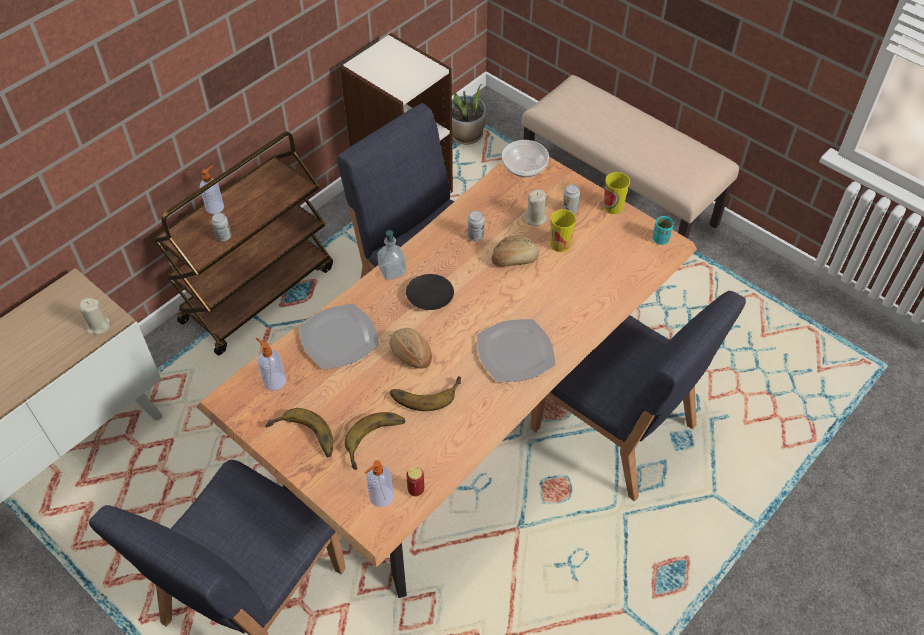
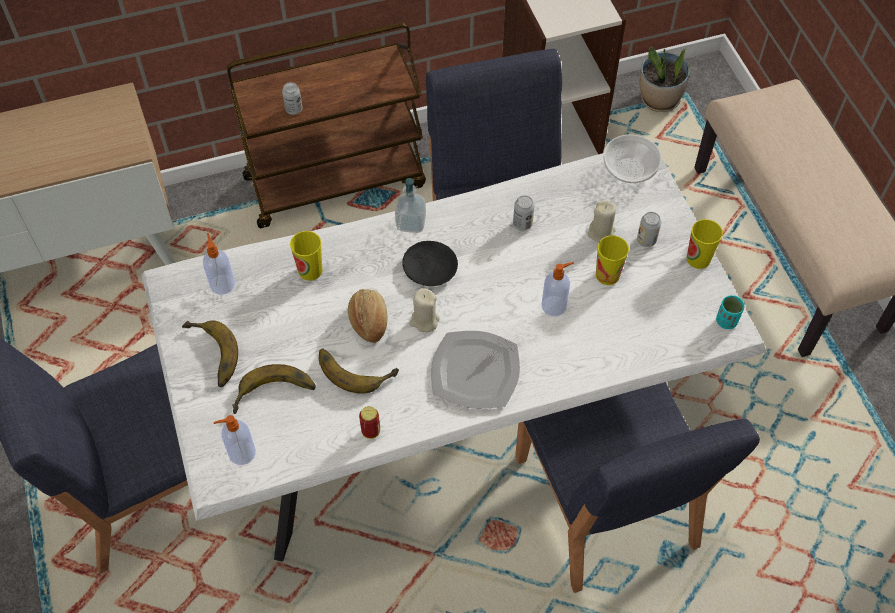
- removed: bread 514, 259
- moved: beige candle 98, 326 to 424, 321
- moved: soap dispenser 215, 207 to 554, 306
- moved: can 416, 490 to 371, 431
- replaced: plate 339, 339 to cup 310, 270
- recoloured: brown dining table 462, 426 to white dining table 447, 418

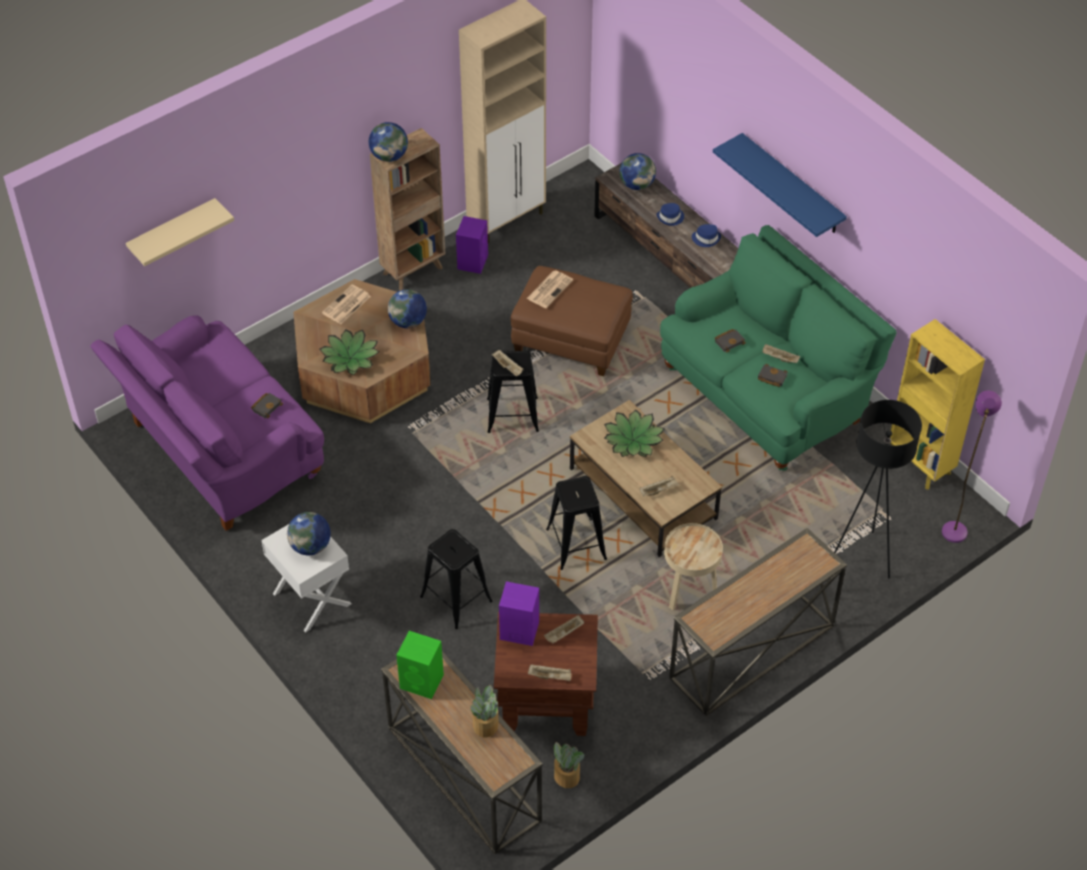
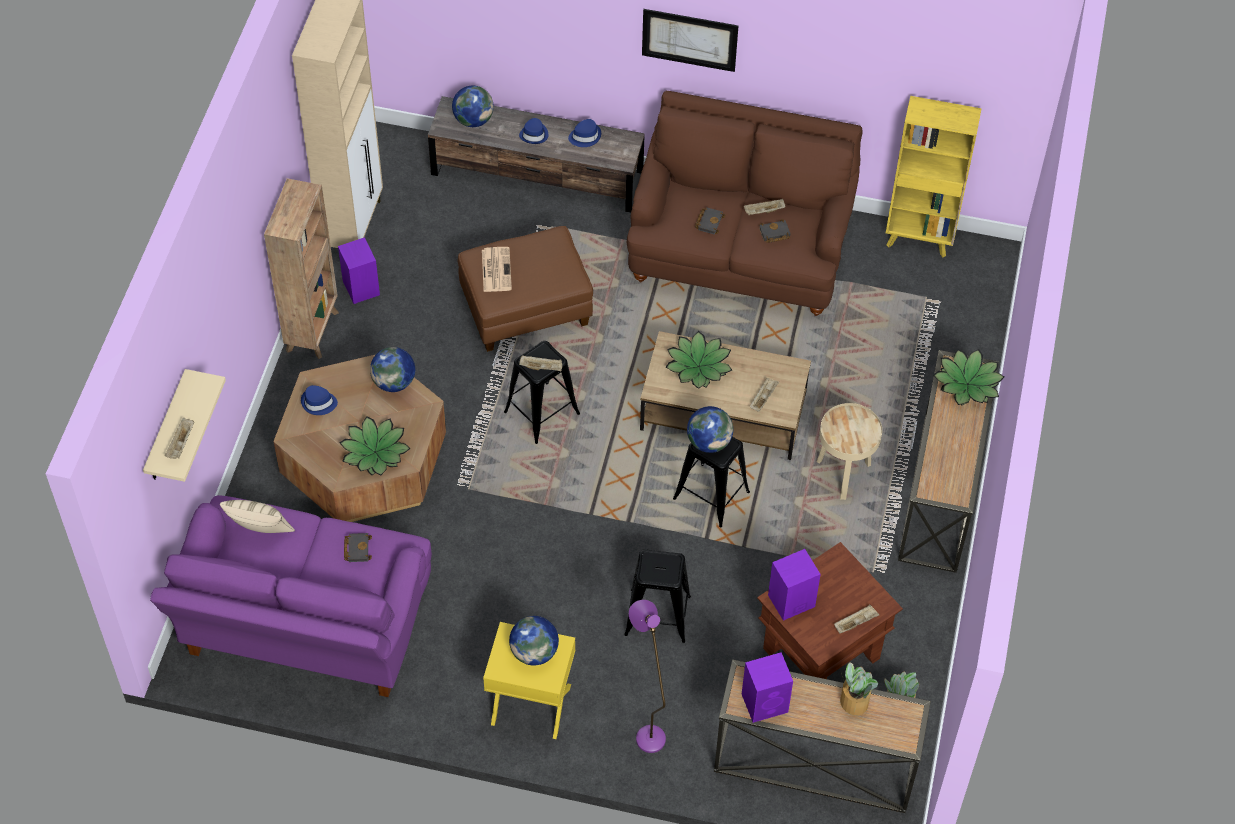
- removed: black floor lamp 862, 557
- added: beige pillow 260, 534
- added: potted plant 967, 384
- moved: globe 389, 156 to 709, 442
- moved: beige tray 564, 634 to 181, 444
- moved: purple floor lamp 955, 525 to 646, 730
- replaced: newspaper 346, 305 to blue hat 319, 403
- replaced: blue shelf 792, 185 to picture 689, 39
- recoloured: white nightstand 311, 599 to yellow nightstand 530, 705
- recoloured: green speaker 422, 682 to purple speaker 766, 703
- recoloured: green sofa 767, 393 to brown sofa 740, 252

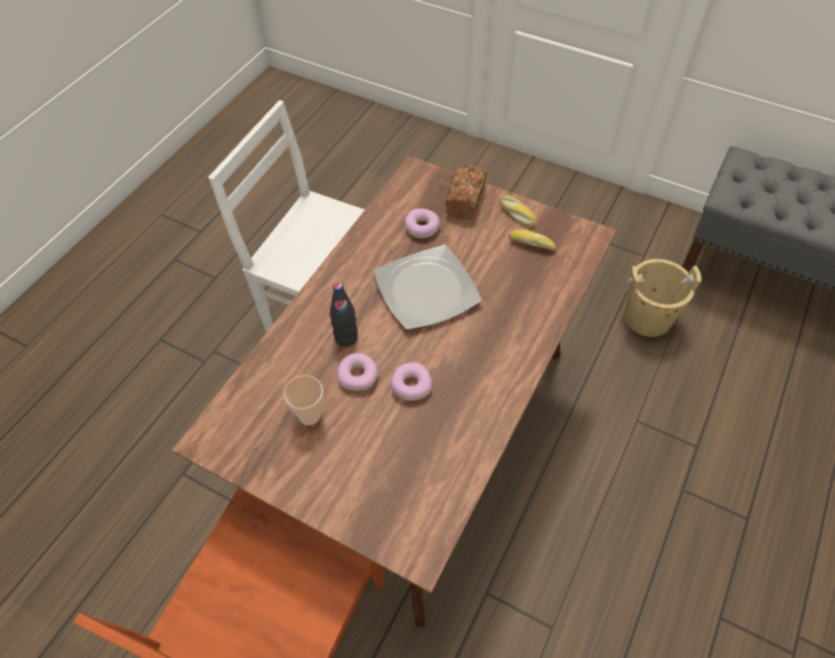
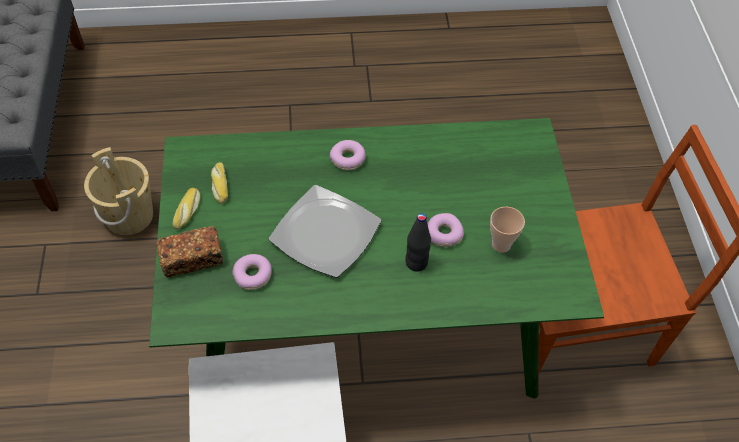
- moved: donut 410, 385 to 348, 159
- recoloured: brown dining table 417, 434 to green dining table 365, 329

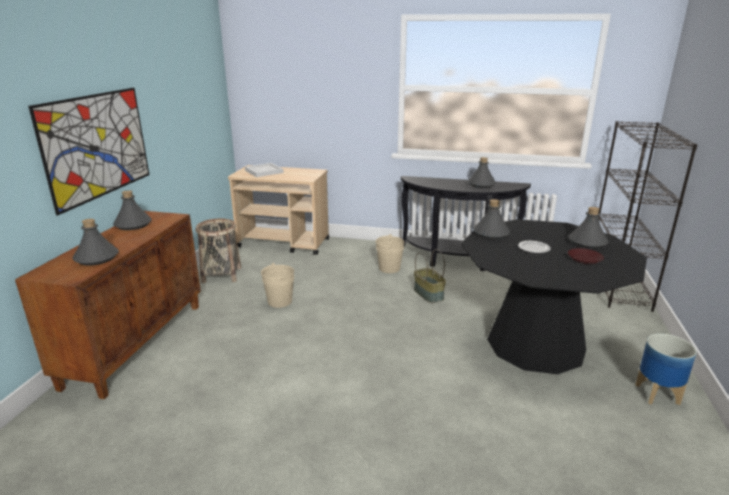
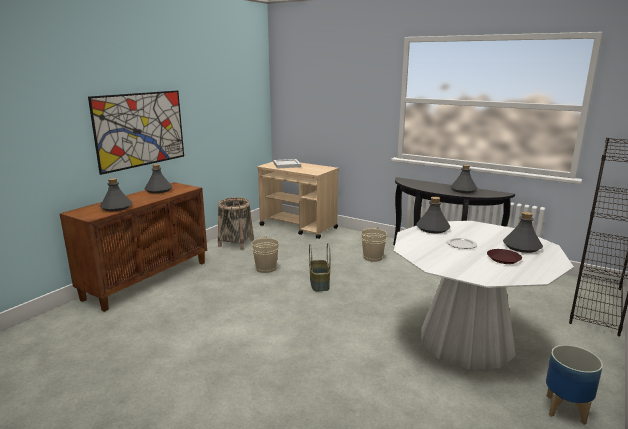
- moved: basket 429, 294 to 320, 284
- recoloured: black dining table 535, 344 to white dining table 466, 340

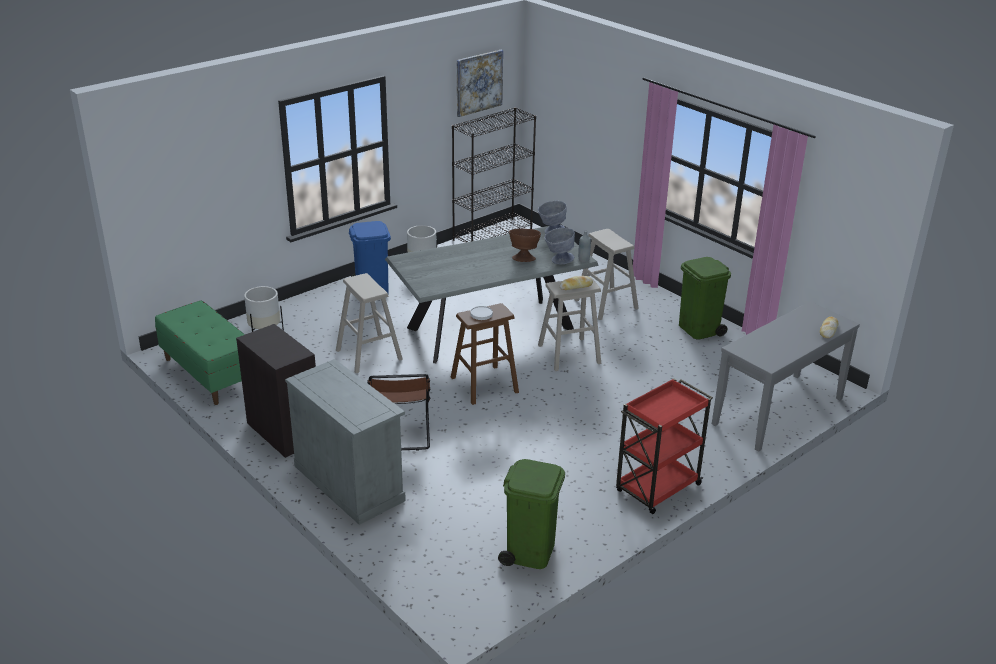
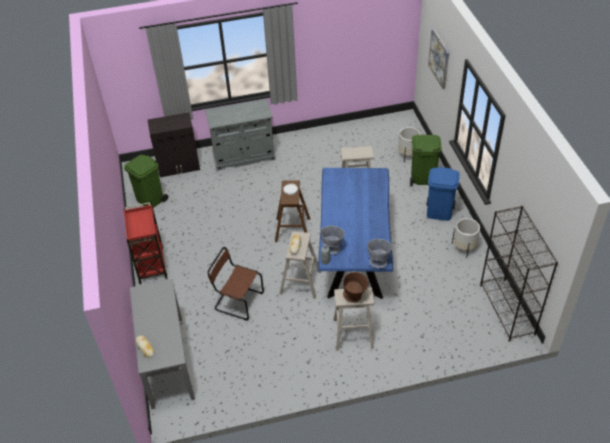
- removed: green bench 210, 373
- moved: black cabinet 283, 431 to 179, 167
- moved: brown chair 401, 435 to 237, 301
- moved: picture 479, 82 to 439, 58
- moved: brown bowl 524, 258 to 355, 297
- moved: green trash can 699, 329 to 422, 178
- recoloured: grey dining table 490, 329 to blue dining table 354, 255

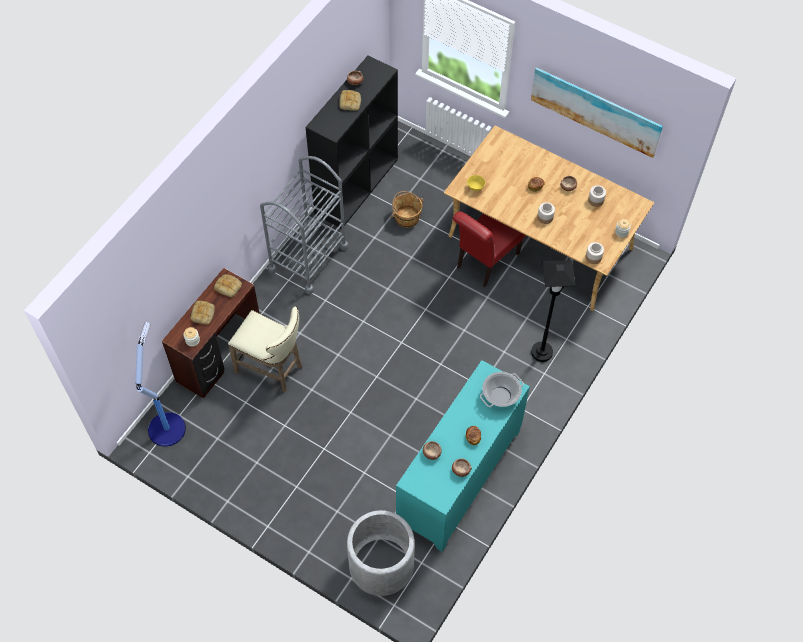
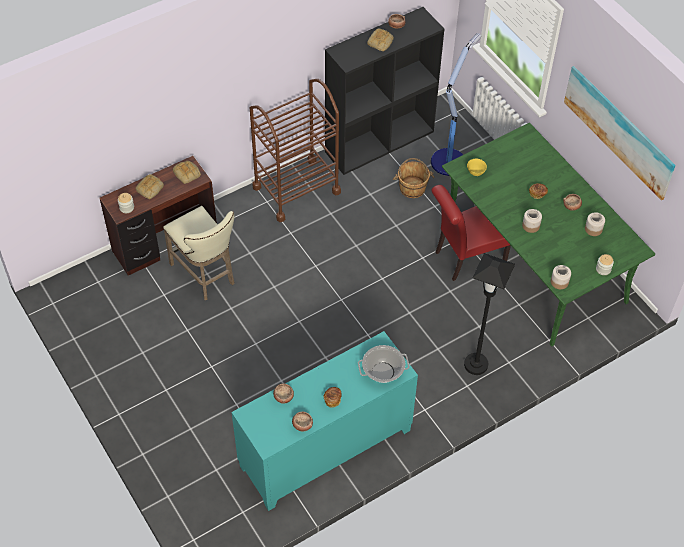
- removed: grey planter 381, 565
- moved: floor lamp 167, 427 to 449, 161
- recoloured: grey cart 308, 258 to brown cart 296, 189
- recoloured: beige dining table 541, 242 to green dining table 534, 260

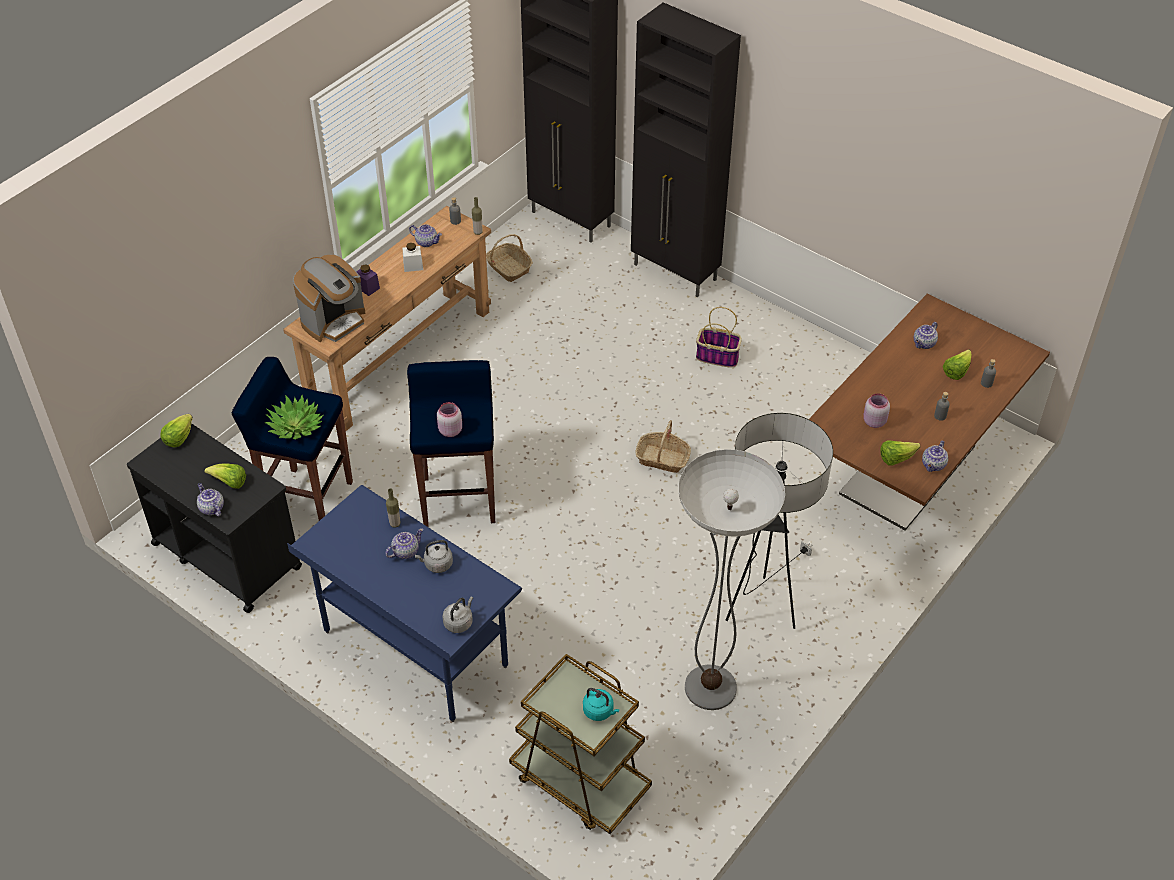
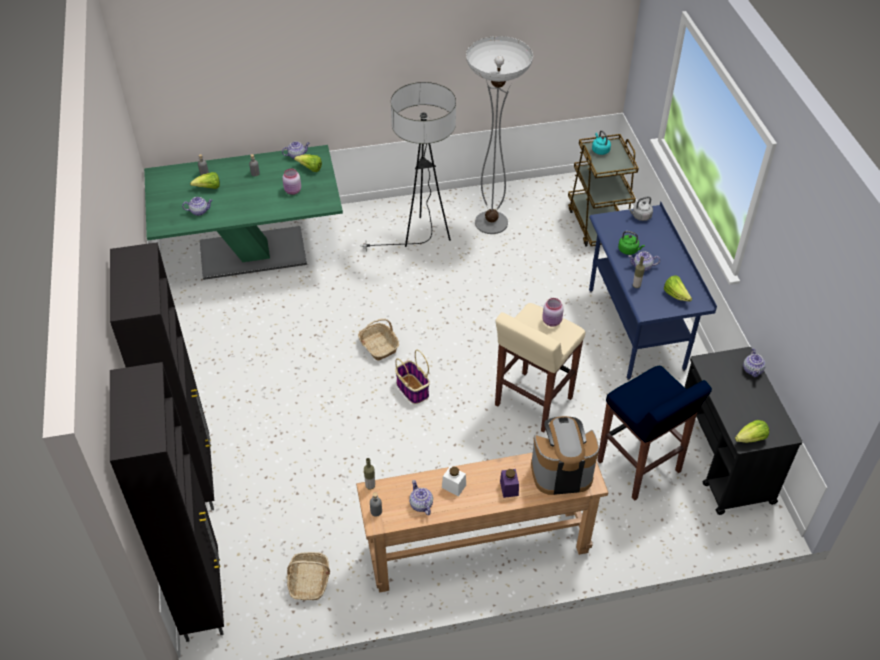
- removed: potted plant 295, 426
- moved: lettuce 229, 483 to 676, 295
- moved: basket 718, 357 to 412, 389
- recoloured: blue stool 459, 498 to beige stool 532, 402
- recoloured: grey kettle 437, 564 to green kettle 629, 250
- recoloured: brown dining table 907, 470 to green dining table 253, 253

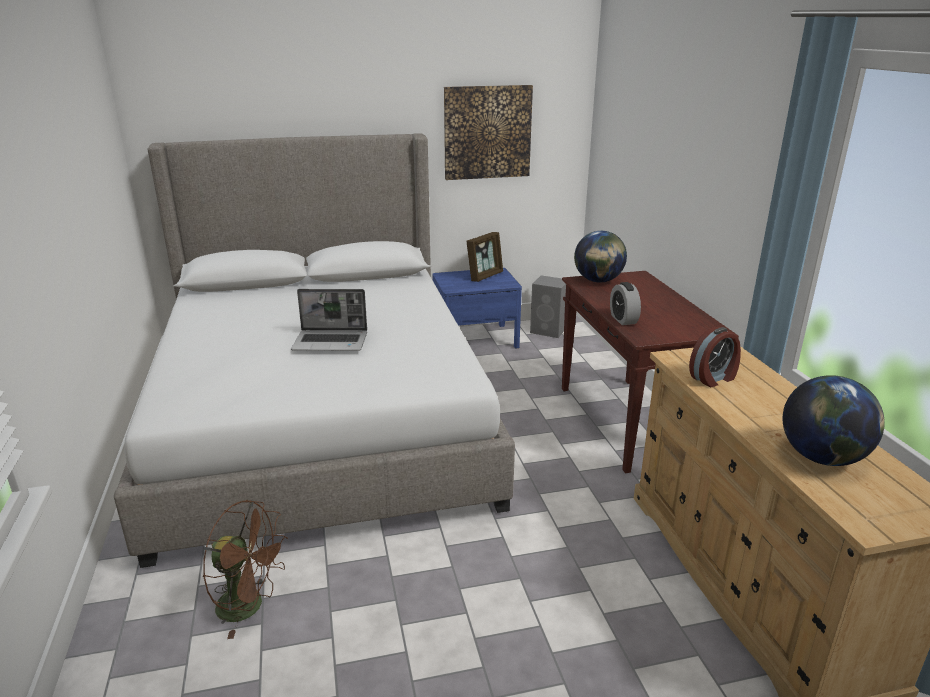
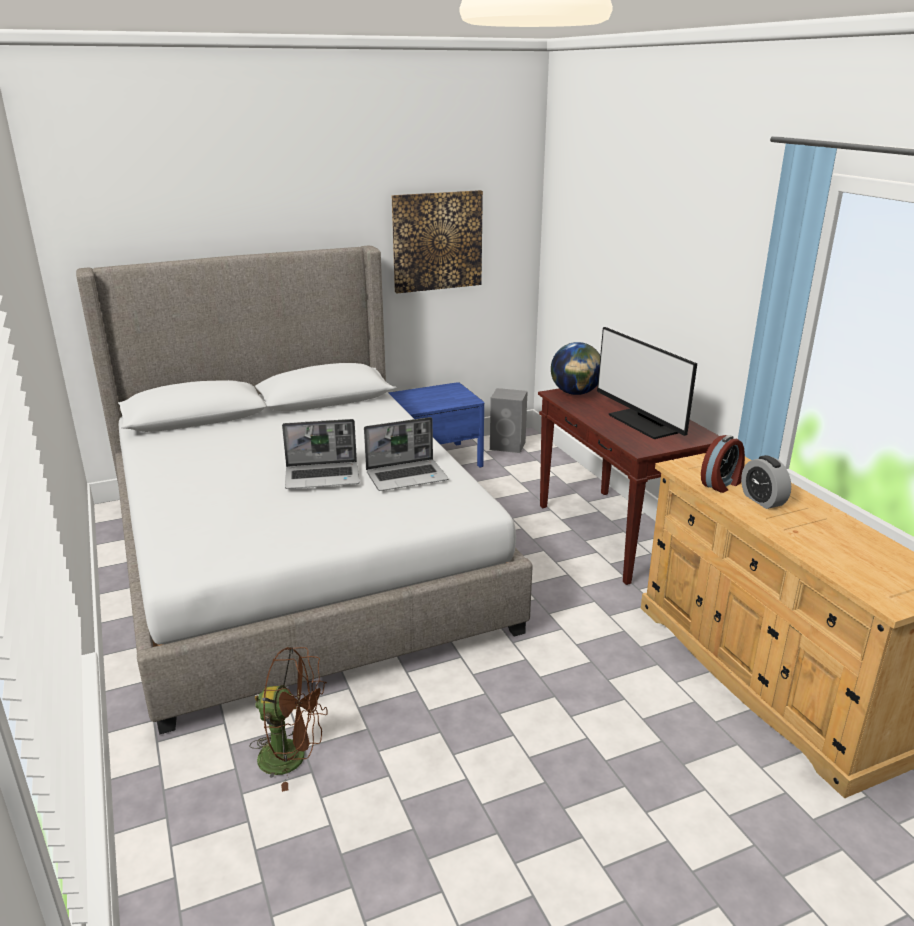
- removed: picture frame 485, 276
- removed: globe 822, 457
- added: laptop 407, 476
- added: monitor 645, 423
- moved: alarm clock 623, 319 to 762, 500

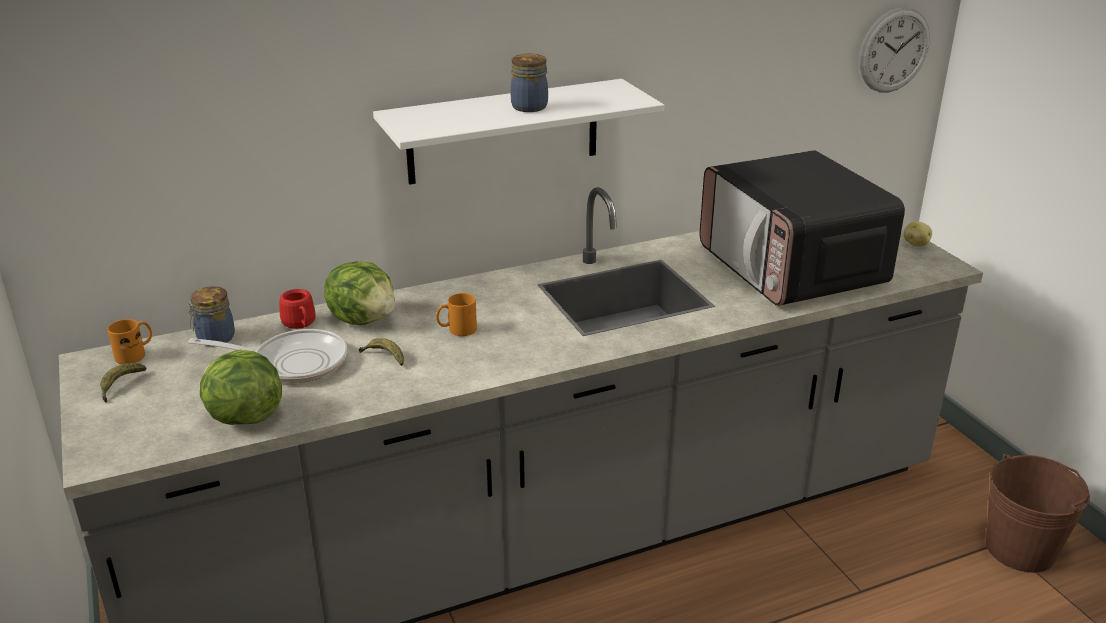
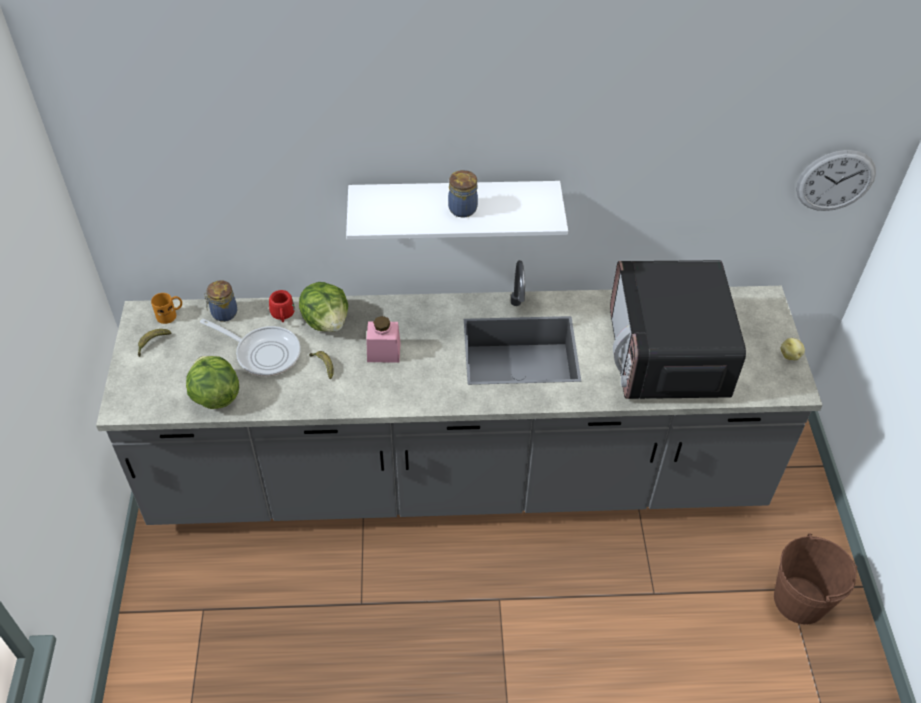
- replaced: orange mug 457, 330 to pink jar 383, 352

